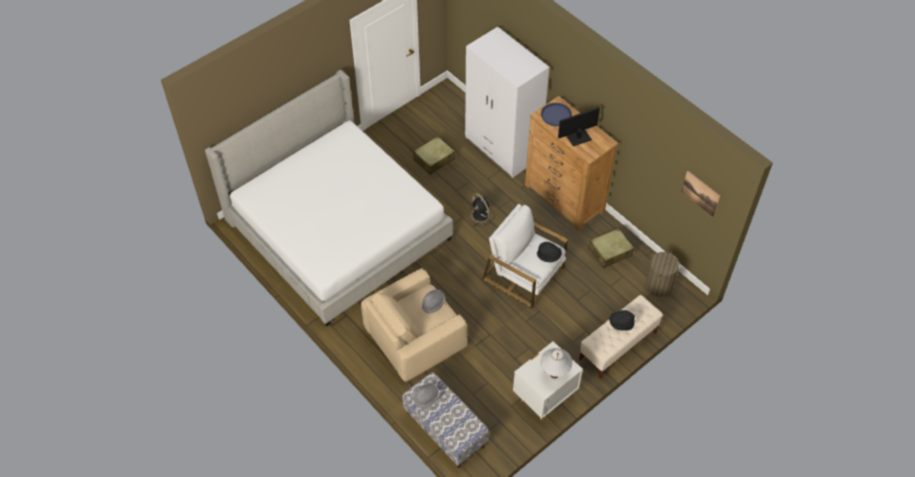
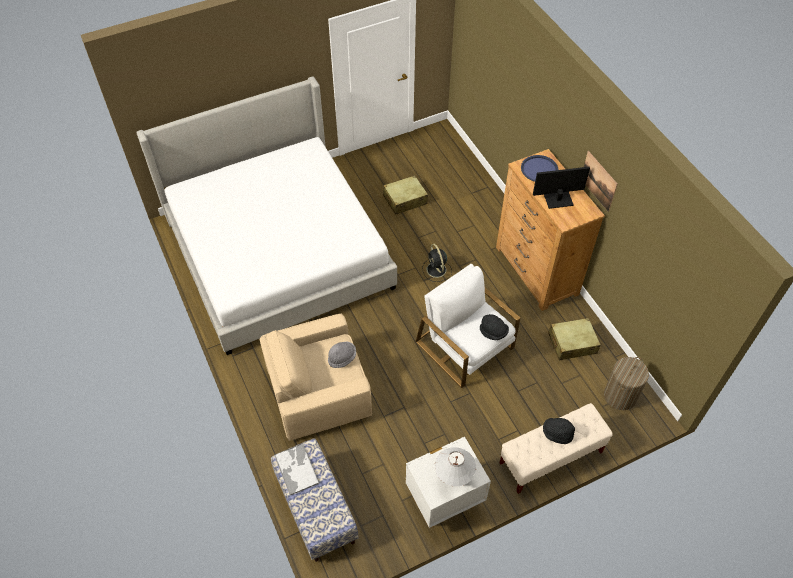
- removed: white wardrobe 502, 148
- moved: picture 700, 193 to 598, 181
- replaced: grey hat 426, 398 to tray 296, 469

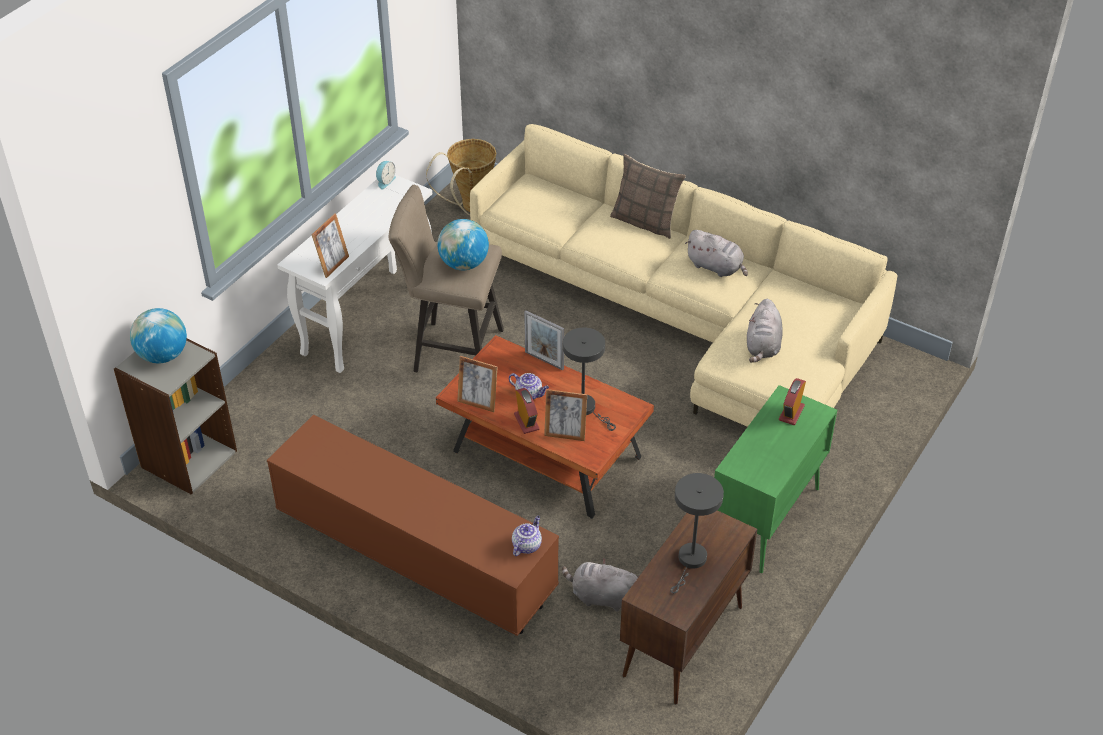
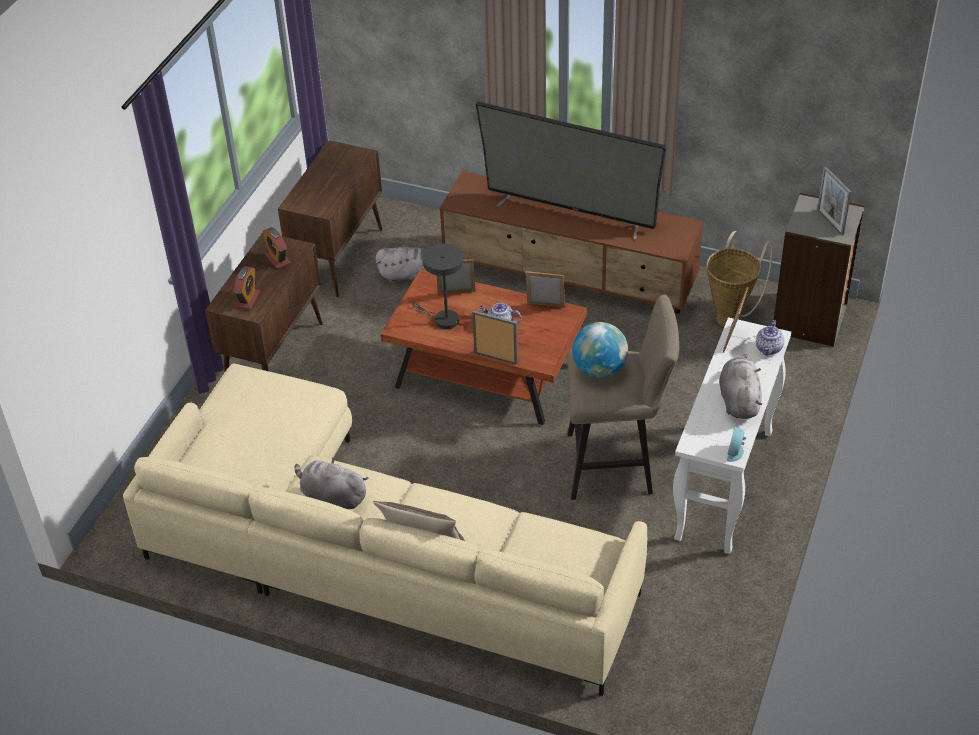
- removed: grey table lamp 691, 561
- added: television 570, 212
- moved: basket 469, 209 to 731, 316
- moved: teapot 526, 545 to 769, 349
- moved: alarm clock 526, 422 to 278, 259
- moved: grey plush toy 762, 346 to 739, 400
- replaced: globe 163, 355 to picture frame 830, 222
- recoloured: green cabinet 765, 519 to brown cabinet 275, 355

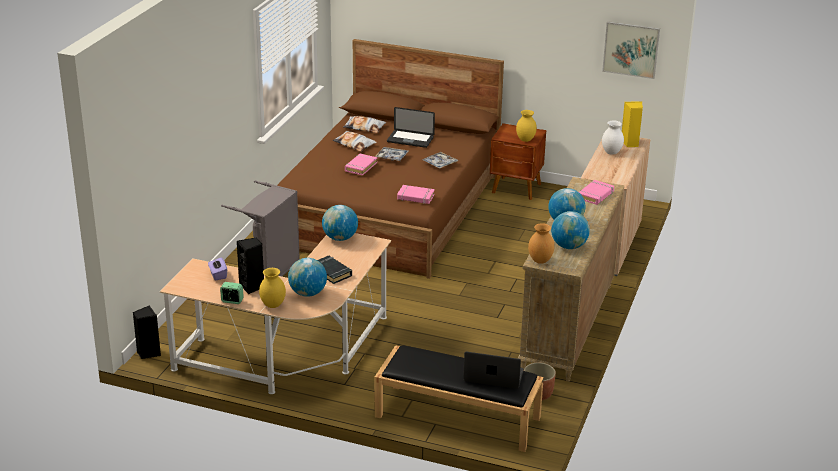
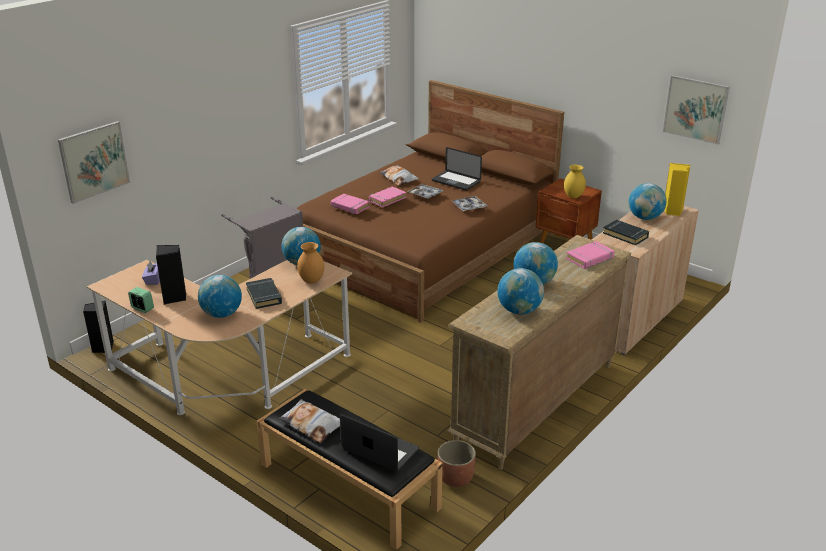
- removed: yellow vase 272, 305
- added: picture 94, 161
- added: black book 625, 235
- moved: pillow 364, 127 to 312, 424
- moved: pink book 415, 197 to 350, 206
- moved: brown vase 540, 260 to 311, 281
- replaced: white vase 611, 153 to globe 645, 218

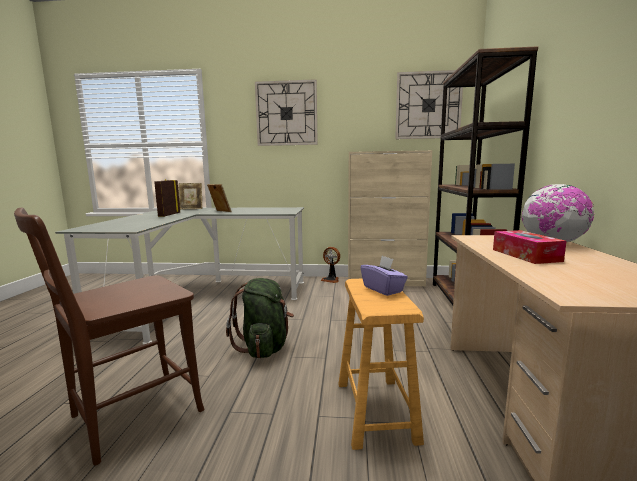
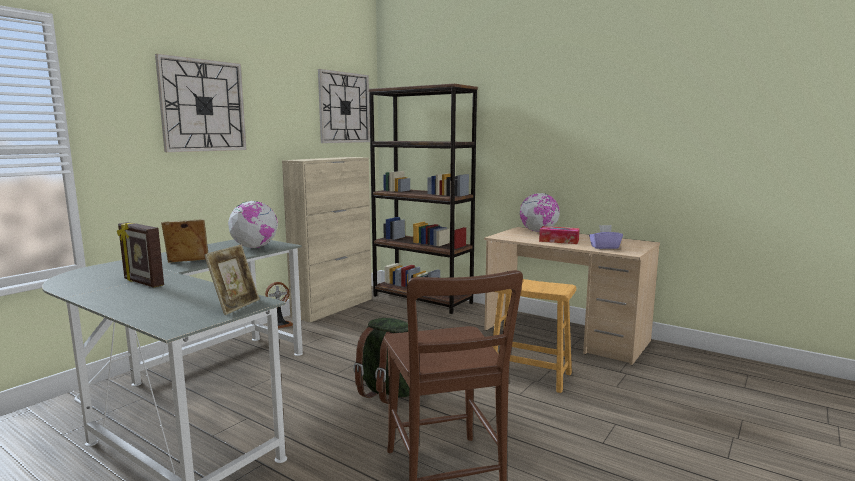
- added: globe 254, 247
- moved: picture frame 191, 208 to 235, 306
- moved: purple tissue box 383, 289 to 604, 247

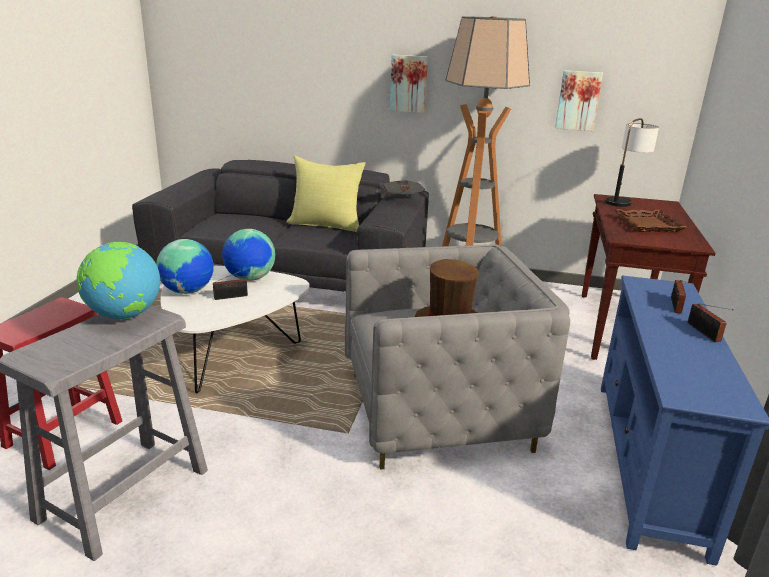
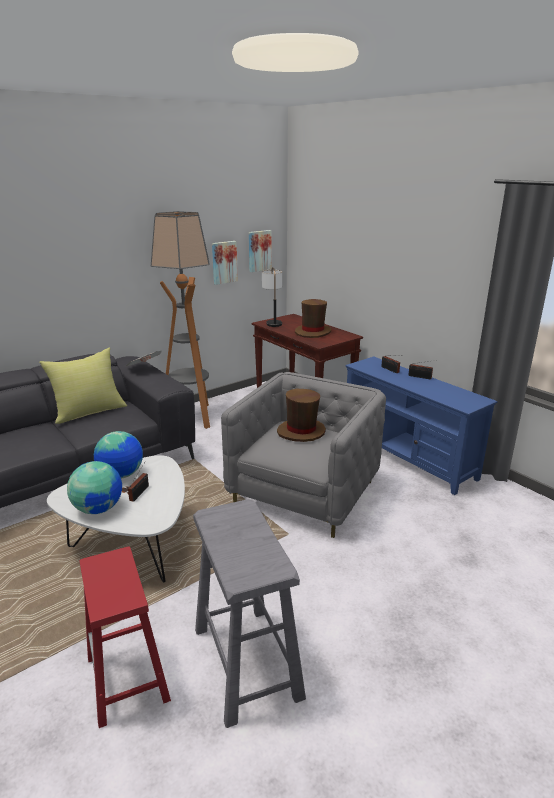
- removed: globe 124, 315
- moved: picture 409, 83 to 259, 250
- replaced: brown tray 648, 225 to brown hat 313, 332

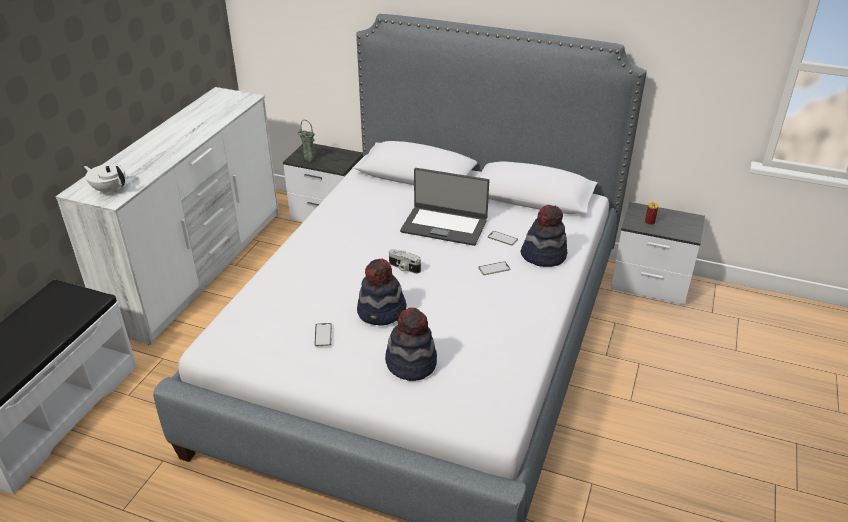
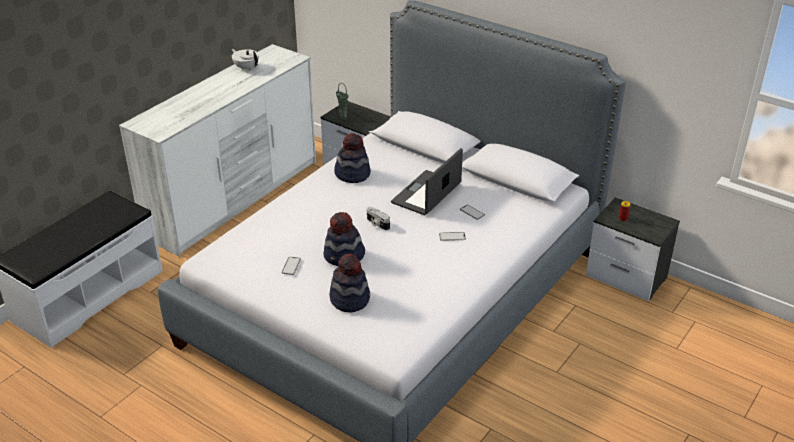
- moved: white teapot 109, 189 to 246, 68
- moved: hat 543, 255 to 352, 174
- turned: laptop 444, 225 = 427, 194 90 degrees clockwise

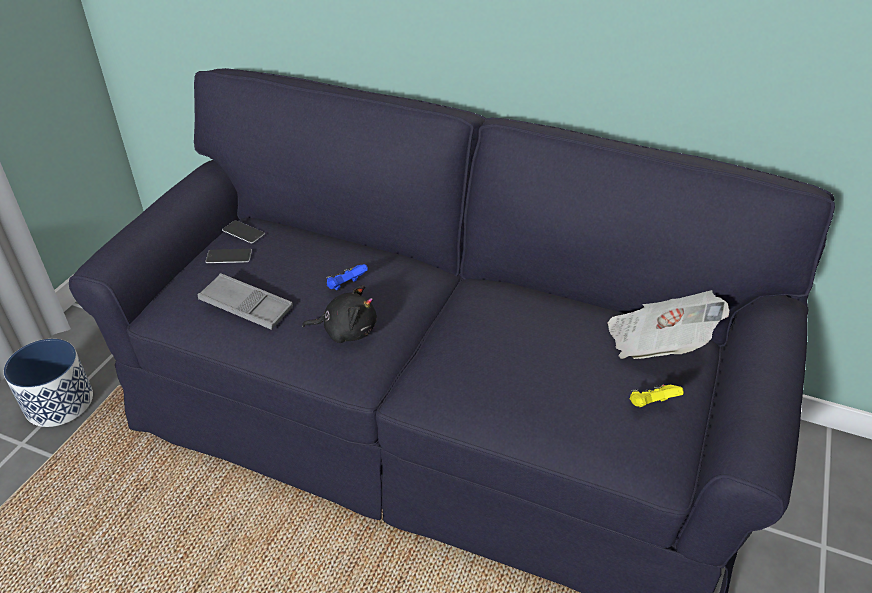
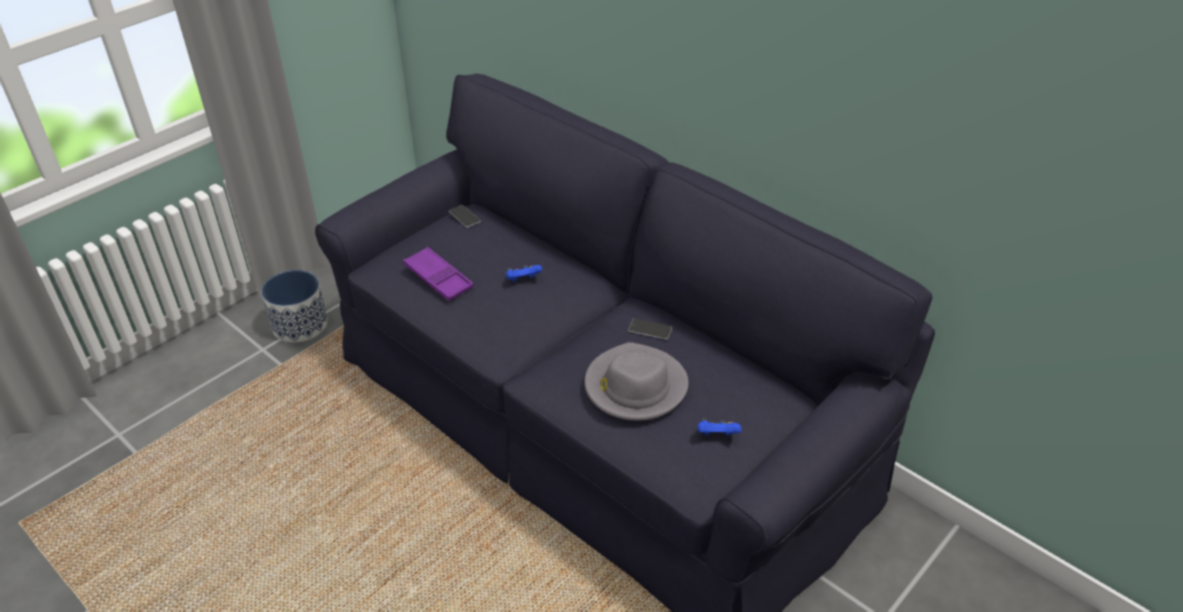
- removed: black plush toy 346, 330
- removed: newspaper 657, 343
- added: grey hat 634, 387
- moved: phone 229, 256 to 650, 329
- recoloured: grey tray 246, 306 to purple tray 438, 278
- recoloured: yellow game controller 651, 404 to blue game controller 717, 436

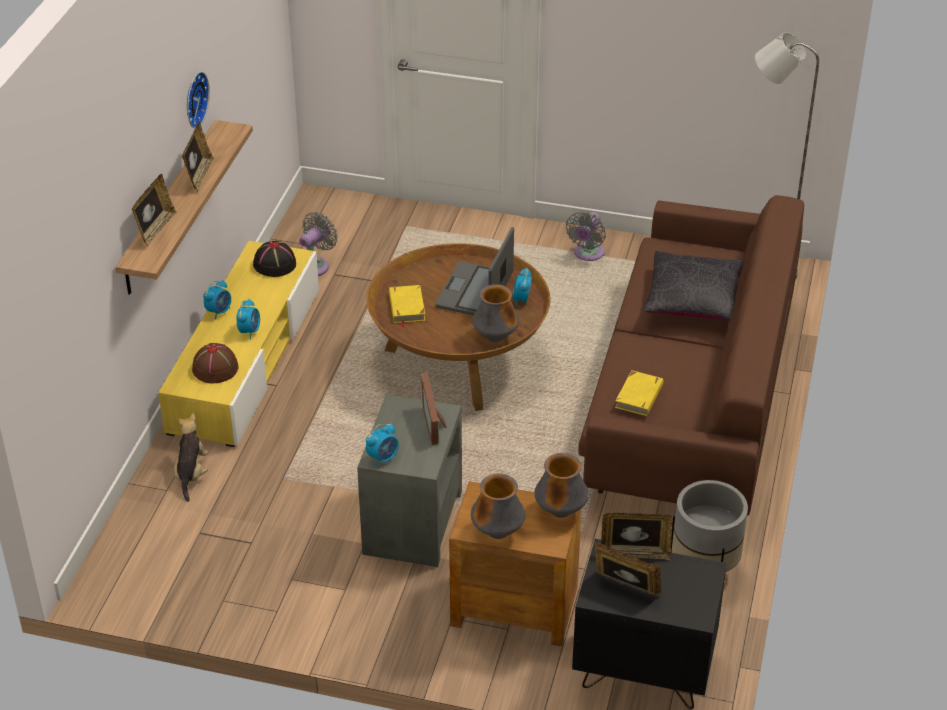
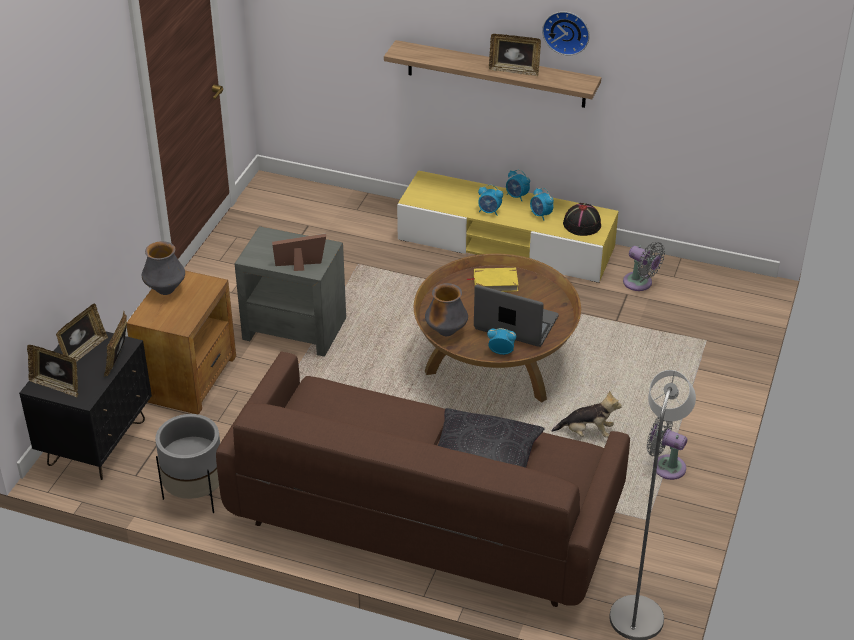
- removed: brown hat 215, 368
- removed: vase 560, 511
- removed: yellow book 639, 396
- moved: picture frame 155, 229 to 56, 386
- moved: plush toy 191, 474 to 587, 433
- moved: alarm clock 383, 458 to 540, 215

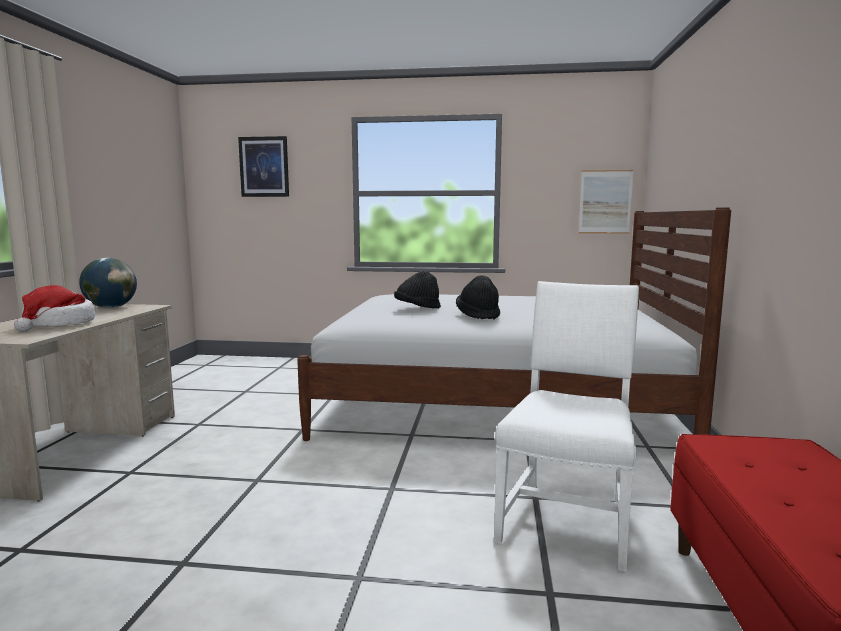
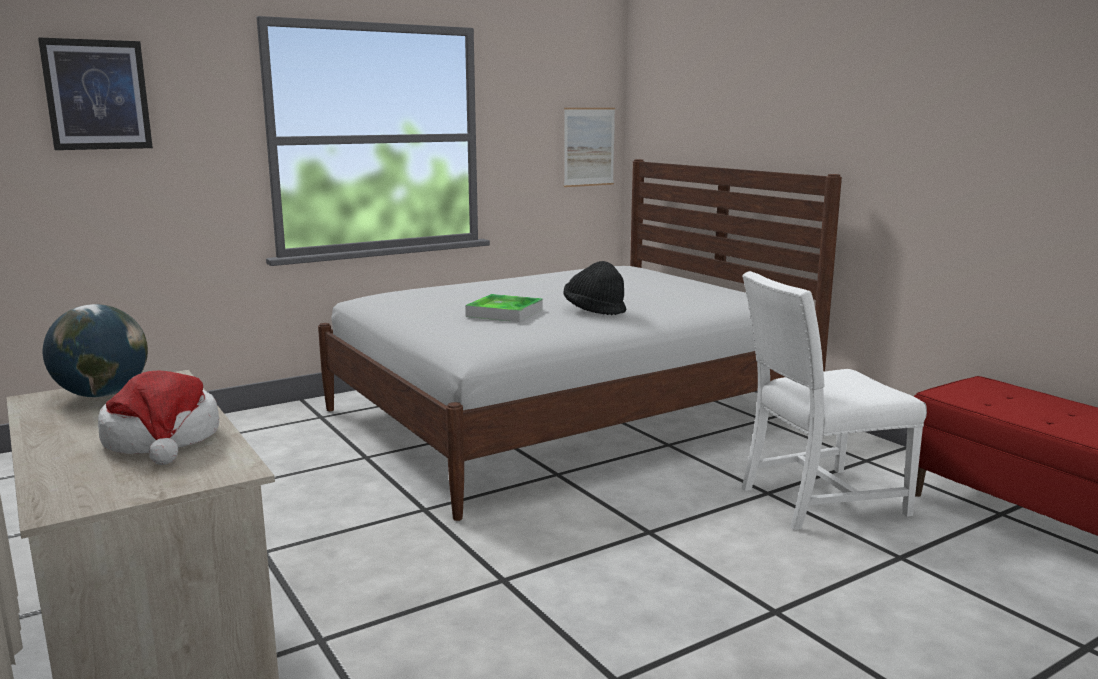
- replaced: black hat 417, 309 to tray 504, 313
- turned: white chair 567, 518 = 817, 500 90 degrees counterclockwise

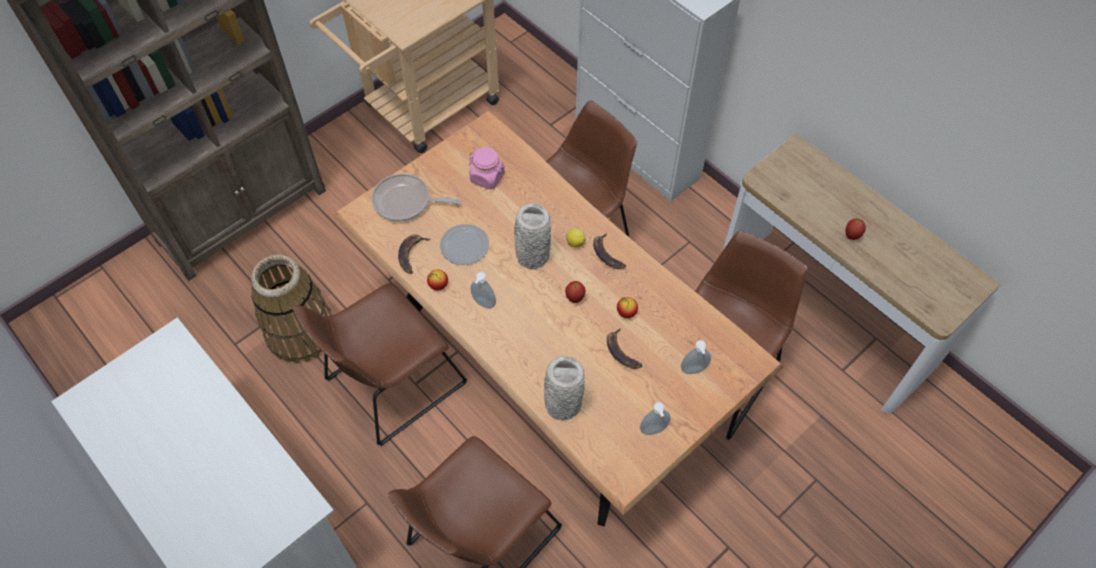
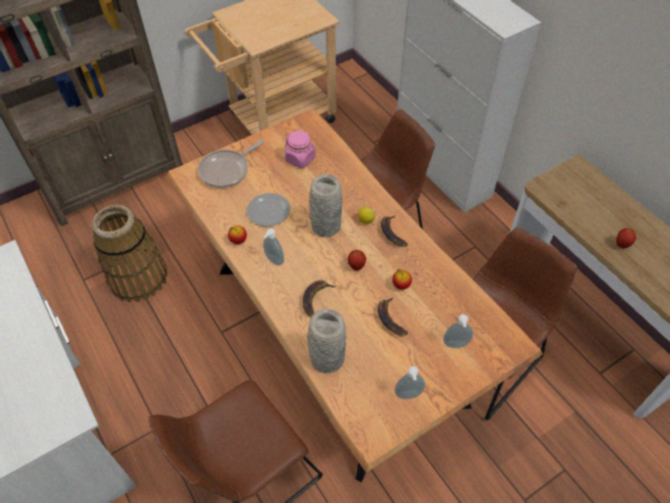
- removed: brown chair 390, 385
- moved: banana 412, 254 to 316, 299
- turned: frying pan 406, 202 = 227, 170 60 degrees counterclockwise

